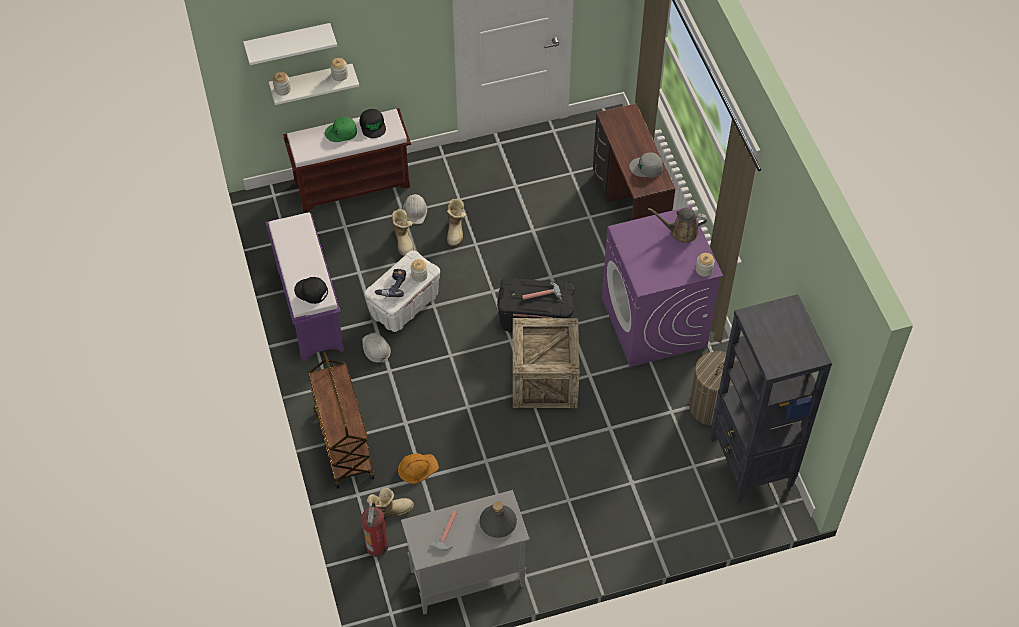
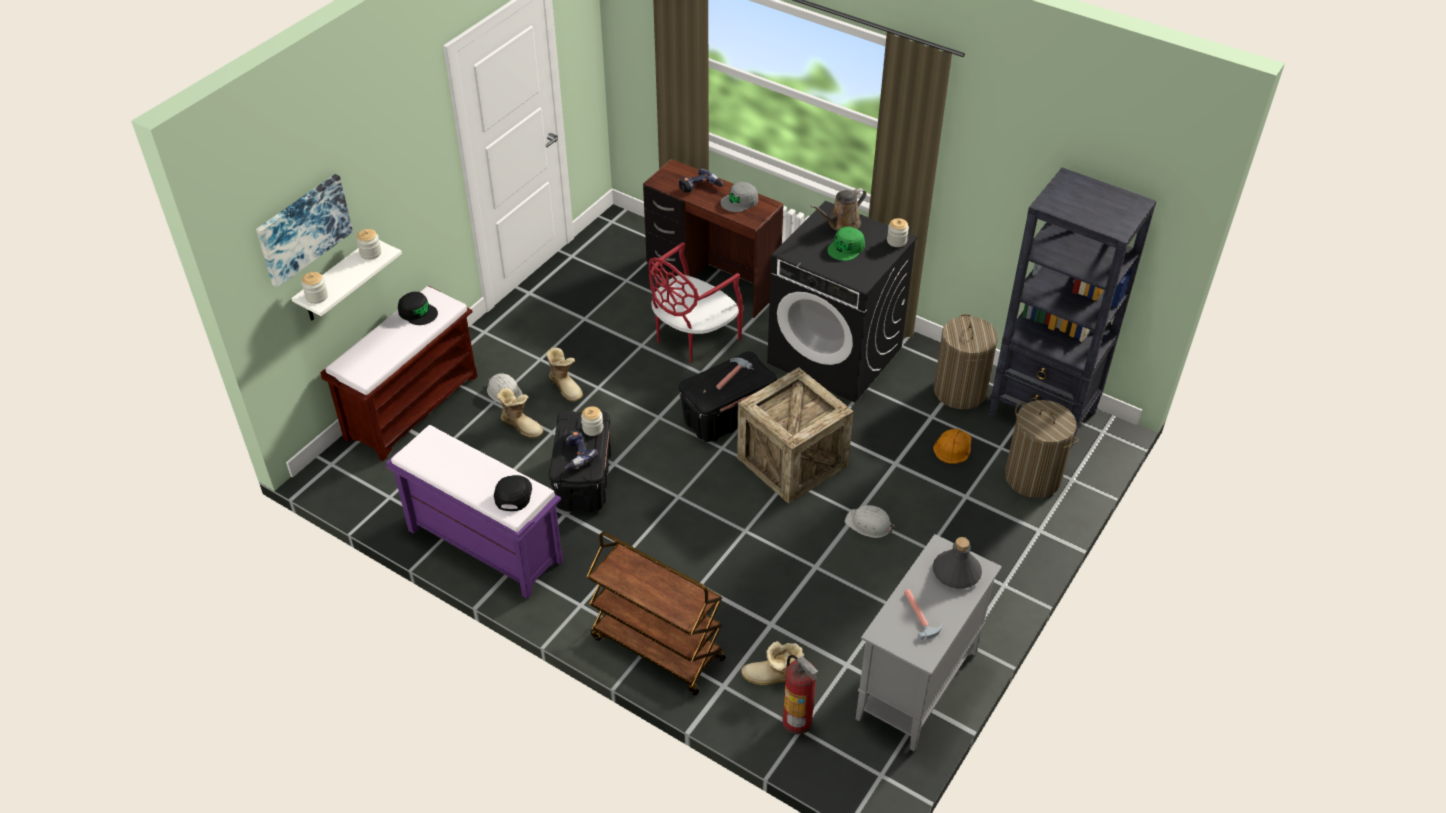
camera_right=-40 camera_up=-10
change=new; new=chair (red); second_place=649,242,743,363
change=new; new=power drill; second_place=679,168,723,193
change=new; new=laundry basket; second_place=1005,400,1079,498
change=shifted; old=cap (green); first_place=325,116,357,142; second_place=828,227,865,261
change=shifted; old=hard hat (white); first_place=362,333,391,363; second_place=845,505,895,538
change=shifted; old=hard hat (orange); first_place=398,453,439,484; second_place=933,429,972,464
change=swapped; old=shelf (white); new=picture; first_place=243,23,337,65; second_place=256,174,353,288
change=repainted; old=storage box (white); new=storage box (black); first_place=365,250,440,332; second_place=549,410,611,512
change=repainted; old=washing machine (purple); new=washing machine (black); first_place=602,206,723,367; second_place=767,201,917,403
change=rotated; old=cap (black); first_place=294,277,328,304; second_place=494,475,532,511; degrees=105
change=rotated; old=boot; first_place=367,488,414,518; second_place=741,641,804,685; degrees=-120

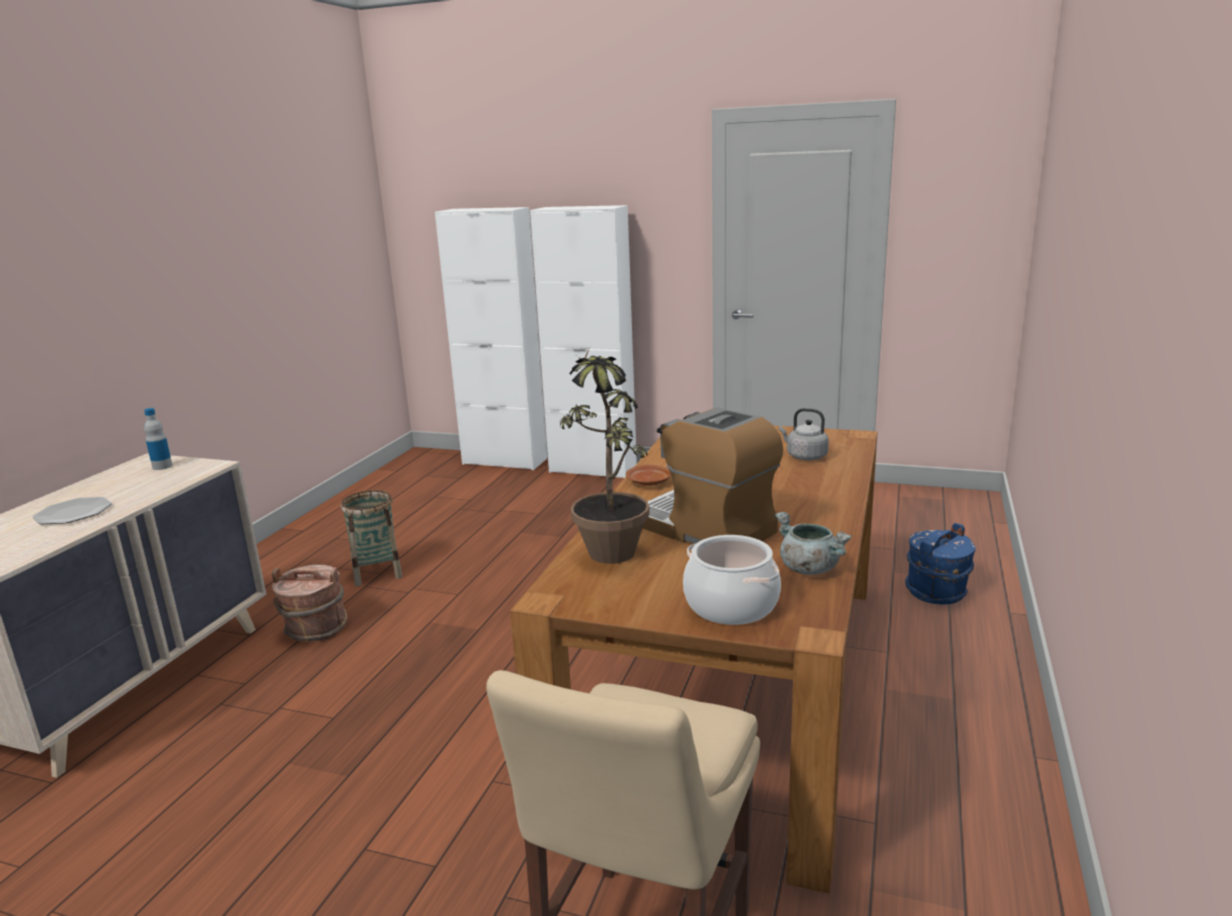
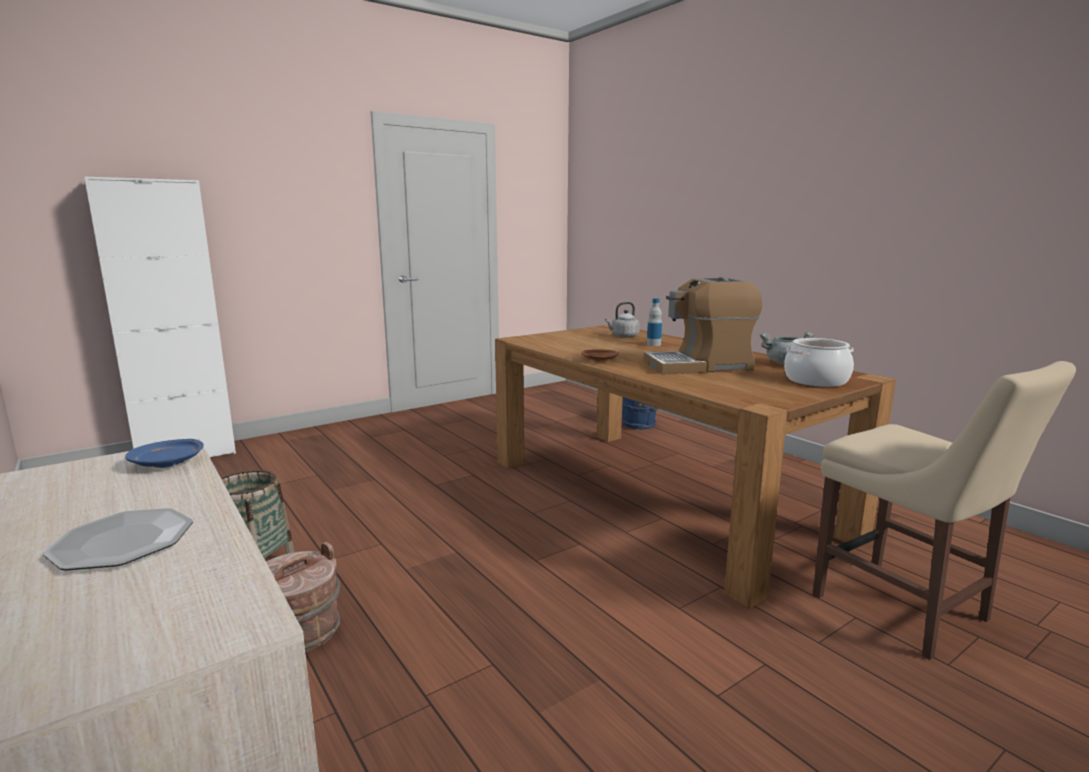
camera_right=-55 camera_up=-5
change=gone; old=cabinet (white); first_place=530,205,637,478
change=gone; old=potted plant; first_place=560,345,650,564
change=new; new=plate (blue); second_place=125,439,204,468
change=shifted; old=bottle; first_place=144,408,172,470; second_place=647,298,662,346

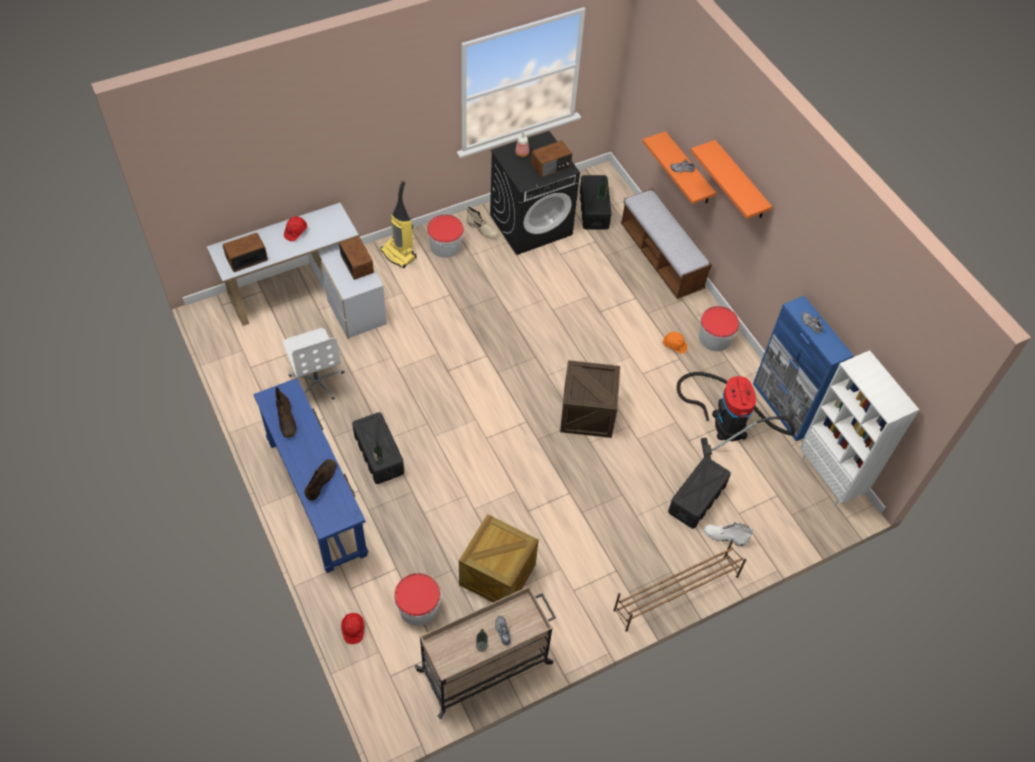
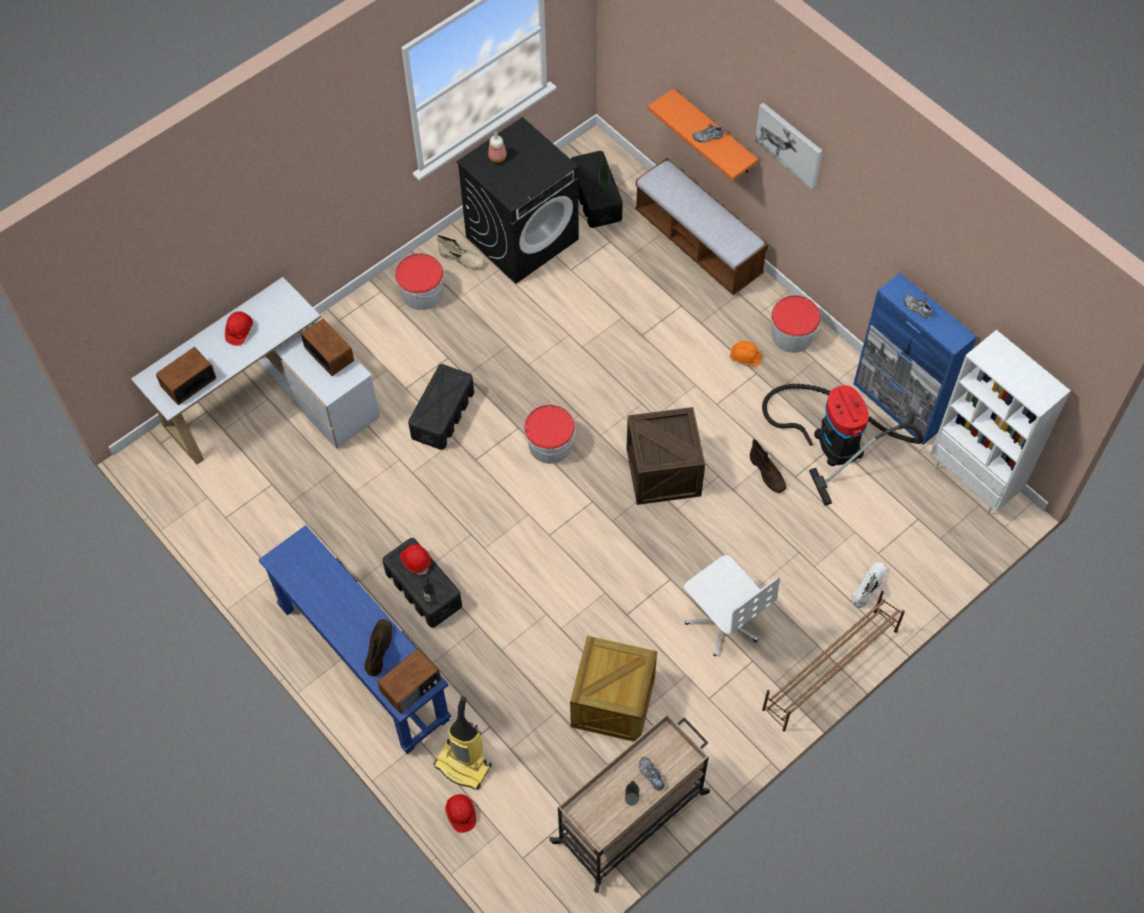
camera_right=-10 camera_up=5
change=new; new=hard hat (red); second_place=400,544,431,575
change=shifted; old=boot (brown); first_place=275,387,297,438; second_place=750,439,787,493
change=shifted; old=office chair (white); first_place=283,328,344,400; second_place=684,555,780,656
change=shifted; old=vacuum cleaner; first_place=380,181,417,268; second_place=433,696,492,790
change=shifted; old=bucket; first_place=394,573,441,626; second_place=524,405,575,464
change=shifted; old=radio; first_place=531,140,572,177; second_place=377,649,441,714
change=shifted; old=storage box (black); first_place=668,457,731,529; second_place=408,364,474,450
change=swapped; old=shelf (orange); new=picture; first_place=691,140,772,219; second_place=755,103,823,189
change=rotated; old=boot (white); first_place=704,522,753,547; second_place=852,562,887,608; degrees=120

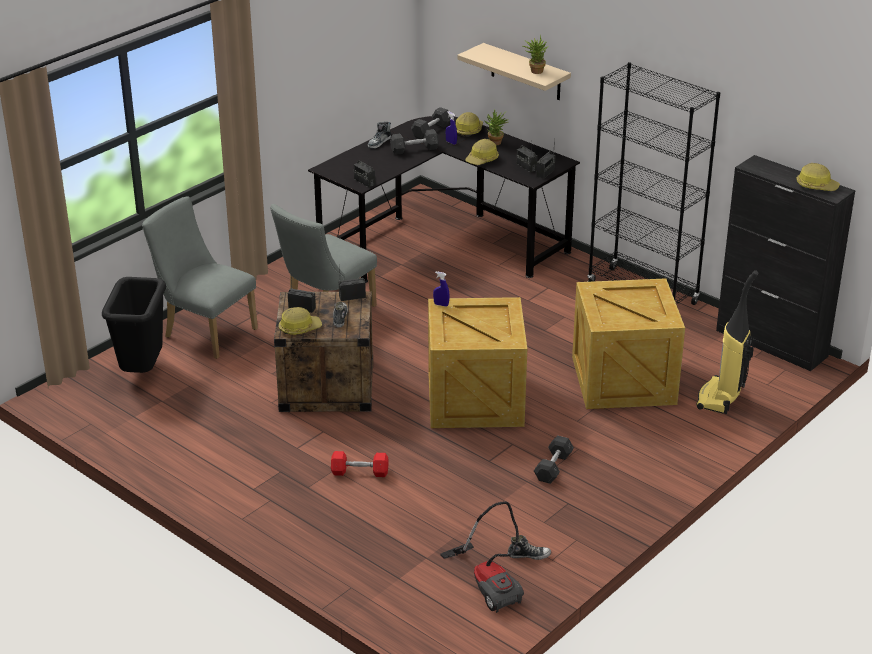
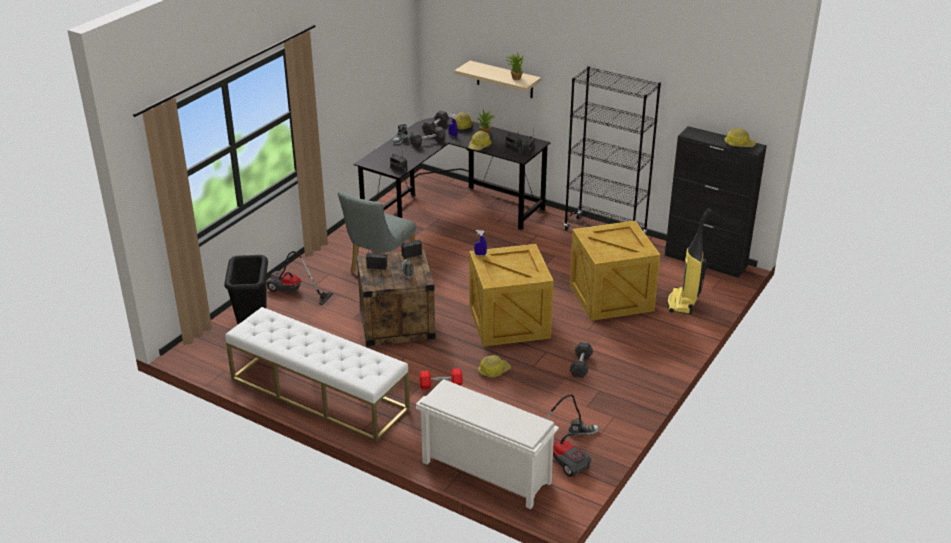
camera_right=-10 camera_up=0
change=new; new=bench (white); second_place=225,307,410,442
change=new; new=shoe rack (white); second_place=416,379,559,509
change=shifted; old=hard hat; first_place=279,307,322,335; second_place=478,355,511,377
change=swapped; old=chair (grey); new=vacuum cleaner; first_place=142,196,258,359; second_place=266,251,333,305

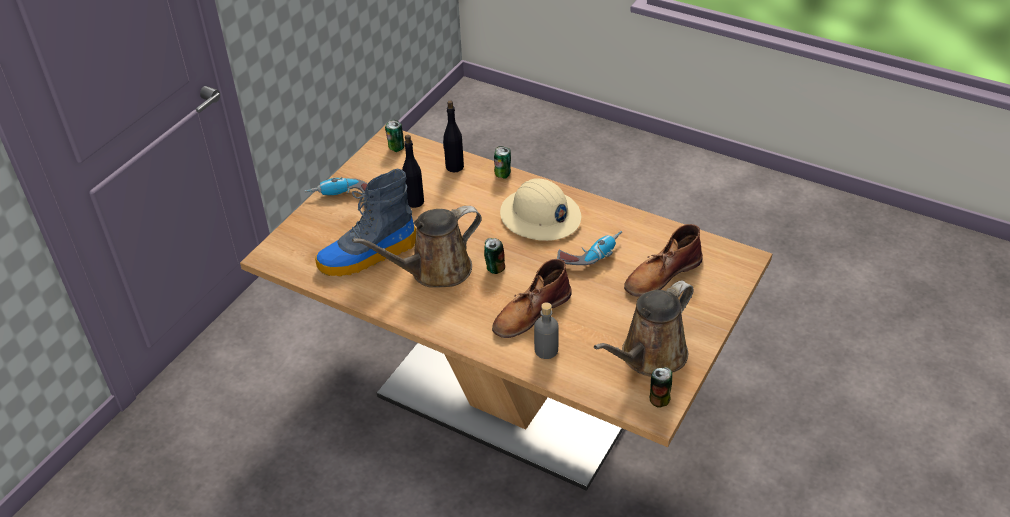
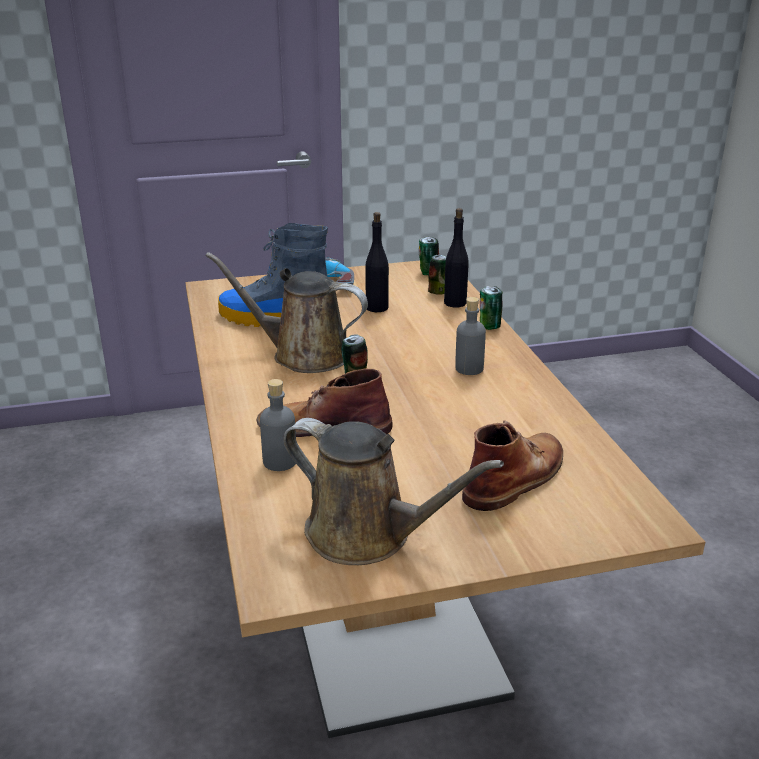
camera_right=45 camera_up=-15
change=gone; old=power drill; first_place=557,231,622,265
change=shifted; old=can; first_place=650,367,672,408; second_place=428,255,446,295
change=swapped; old=hard hat (beige); new=bottle (grey); first_place=500,178,581,241; second_place=455,297,486,375
change=rotated; old=watering can (brown); first_place=594,280,694,377; second_place=283,418,504,565; degrees=-150
change=rotated; old=boot (brown); first_place=624,224,703,297; second_place=462,420,563,511; degrees=120

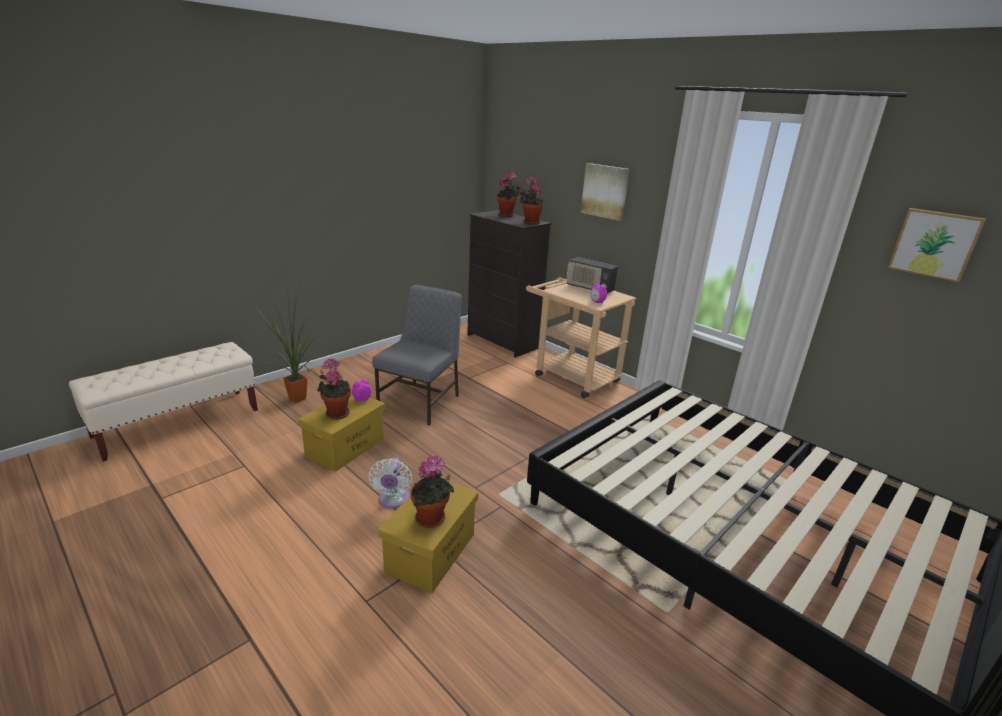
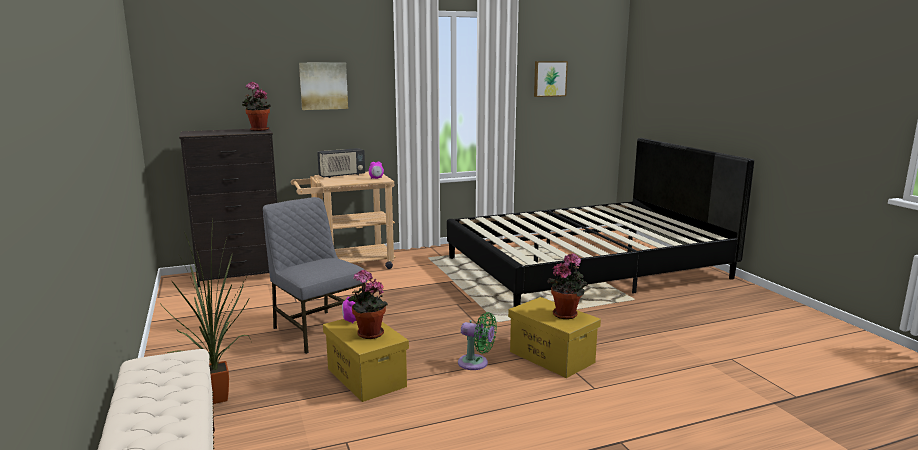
camera_right=-65 camera_up=-10
change=gone; old=potted plant; first_place=497,172,521,217
change=repainted; old=fan (white); new=fan (green); first_place=368,457,412,509; second_place=458,312,497,370

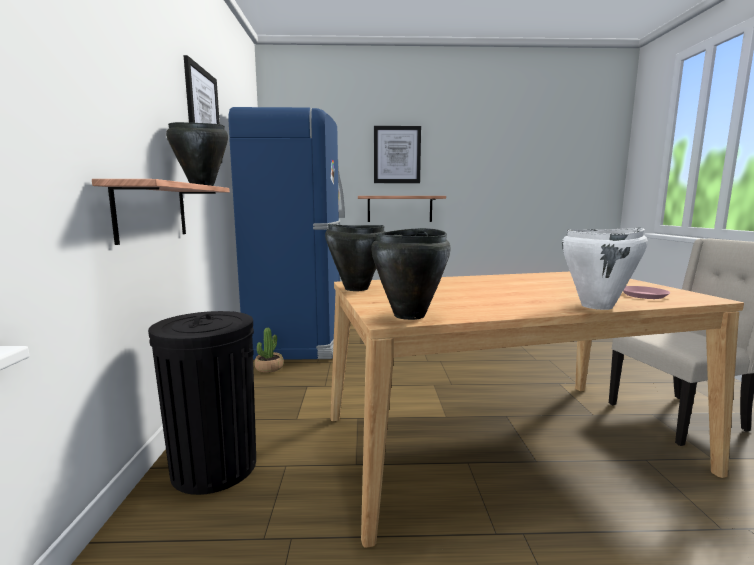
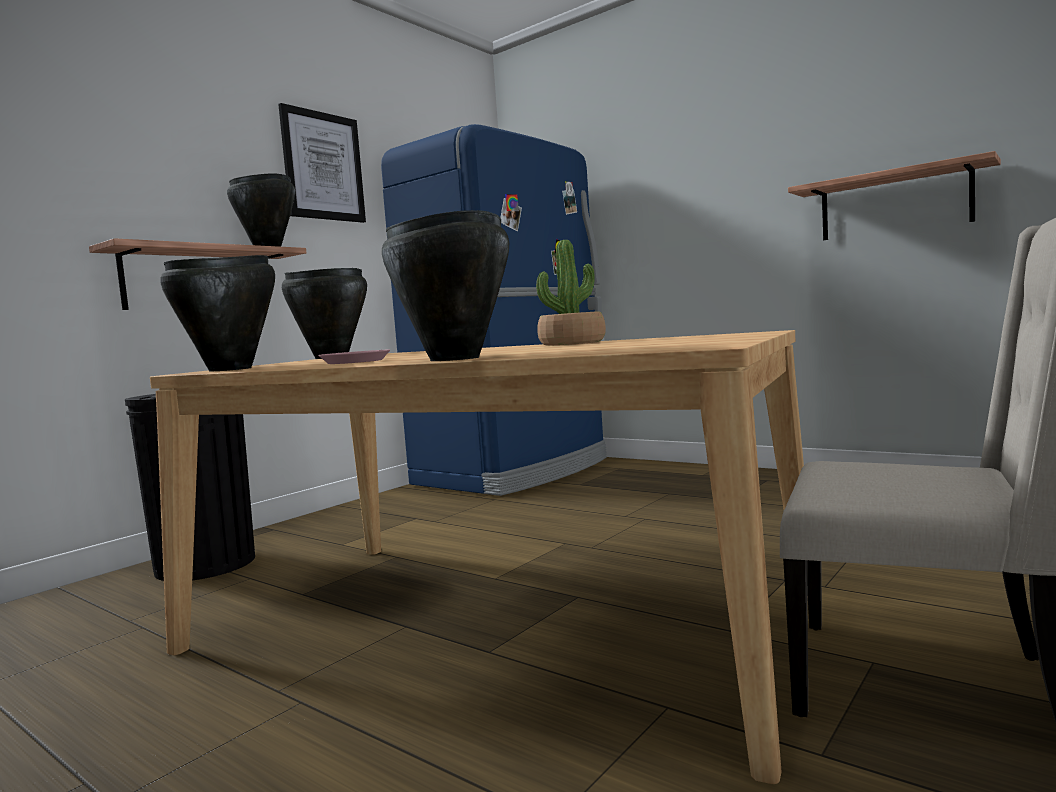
camera_right=40 camera_up=-5
change=gone; old=picture; first_place=374,126,421,183
change=shifted; old=potted plant; first_place=255,328,284,373; second_place=536,240,606,346
change=shifted; old=shelf; first_place=358,196,446,222; second_place=788,151,1001,240
change=shifted; old=plate (pink); first_place=623,286,670,299; second_place=318,350,390,364
change=repainted; old=cooking pot (white); new=cooking pot (black); first_place=562,228,648,310; second_place=382,210,509,361

